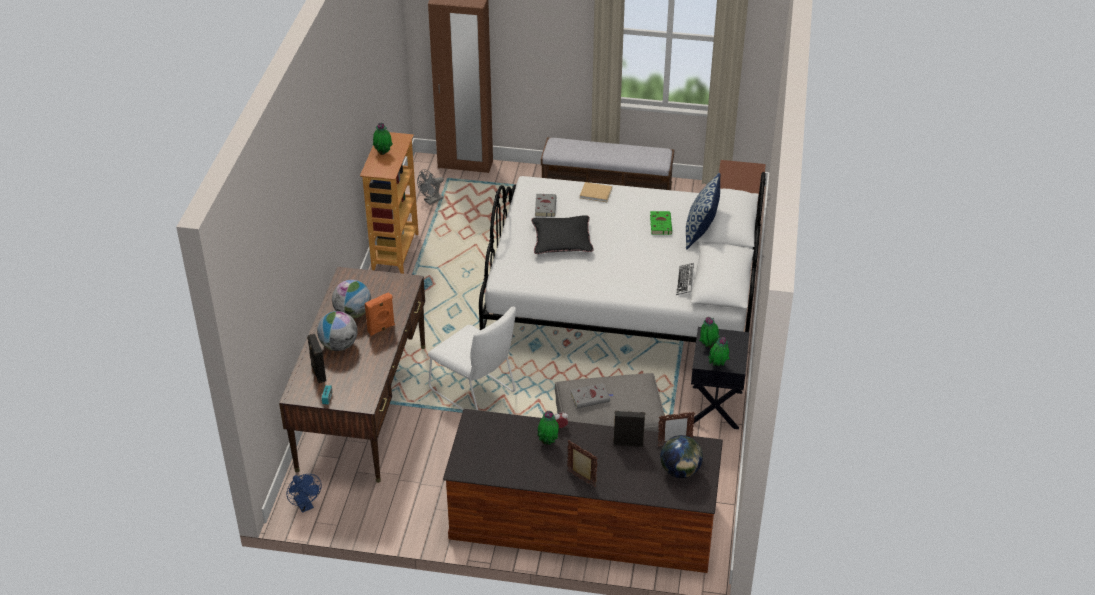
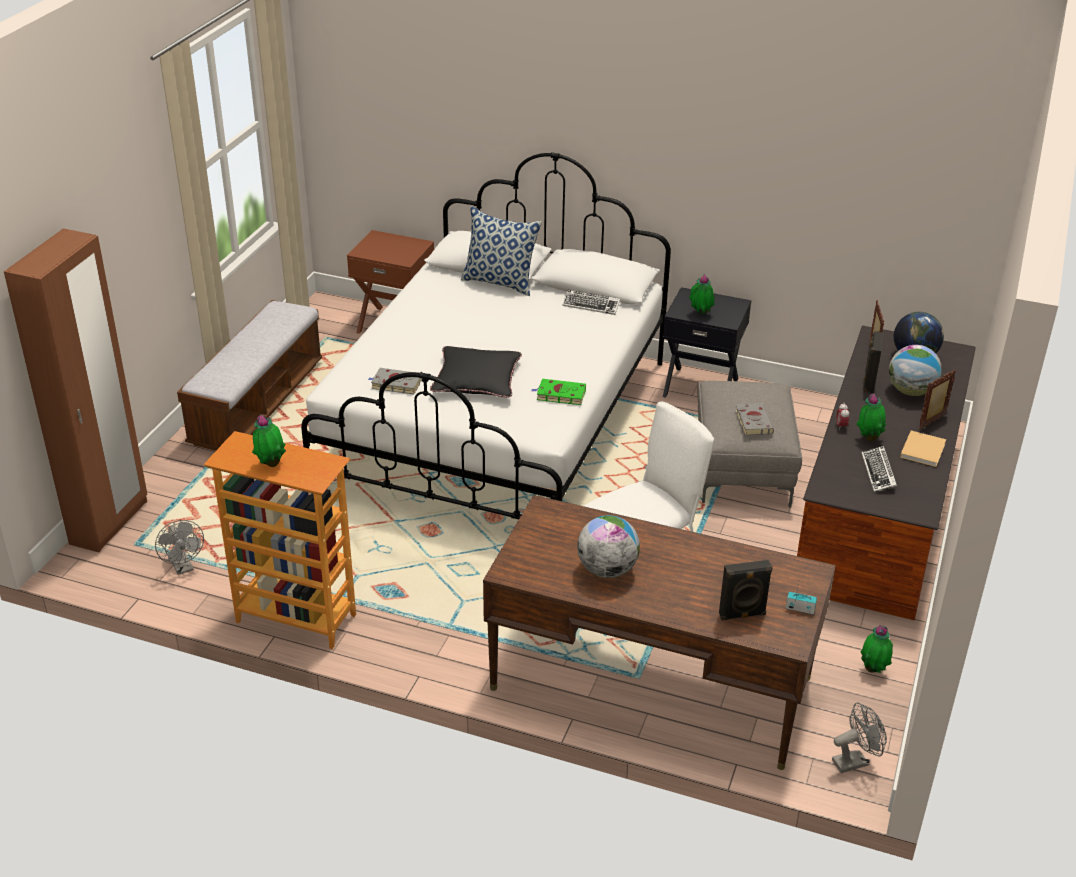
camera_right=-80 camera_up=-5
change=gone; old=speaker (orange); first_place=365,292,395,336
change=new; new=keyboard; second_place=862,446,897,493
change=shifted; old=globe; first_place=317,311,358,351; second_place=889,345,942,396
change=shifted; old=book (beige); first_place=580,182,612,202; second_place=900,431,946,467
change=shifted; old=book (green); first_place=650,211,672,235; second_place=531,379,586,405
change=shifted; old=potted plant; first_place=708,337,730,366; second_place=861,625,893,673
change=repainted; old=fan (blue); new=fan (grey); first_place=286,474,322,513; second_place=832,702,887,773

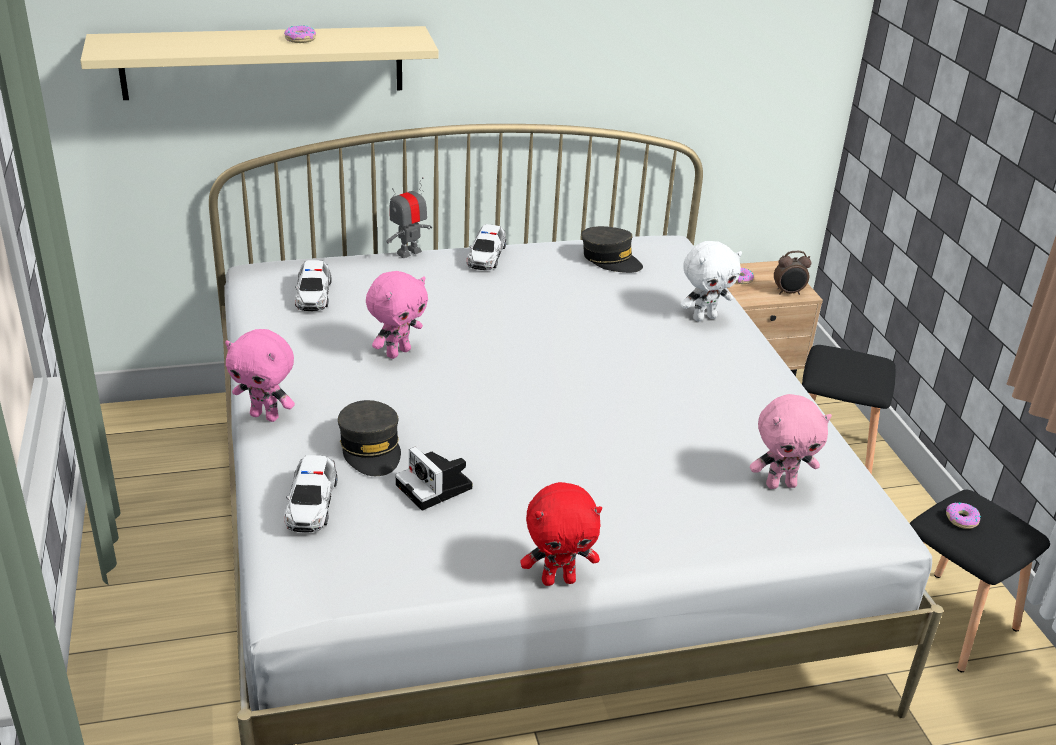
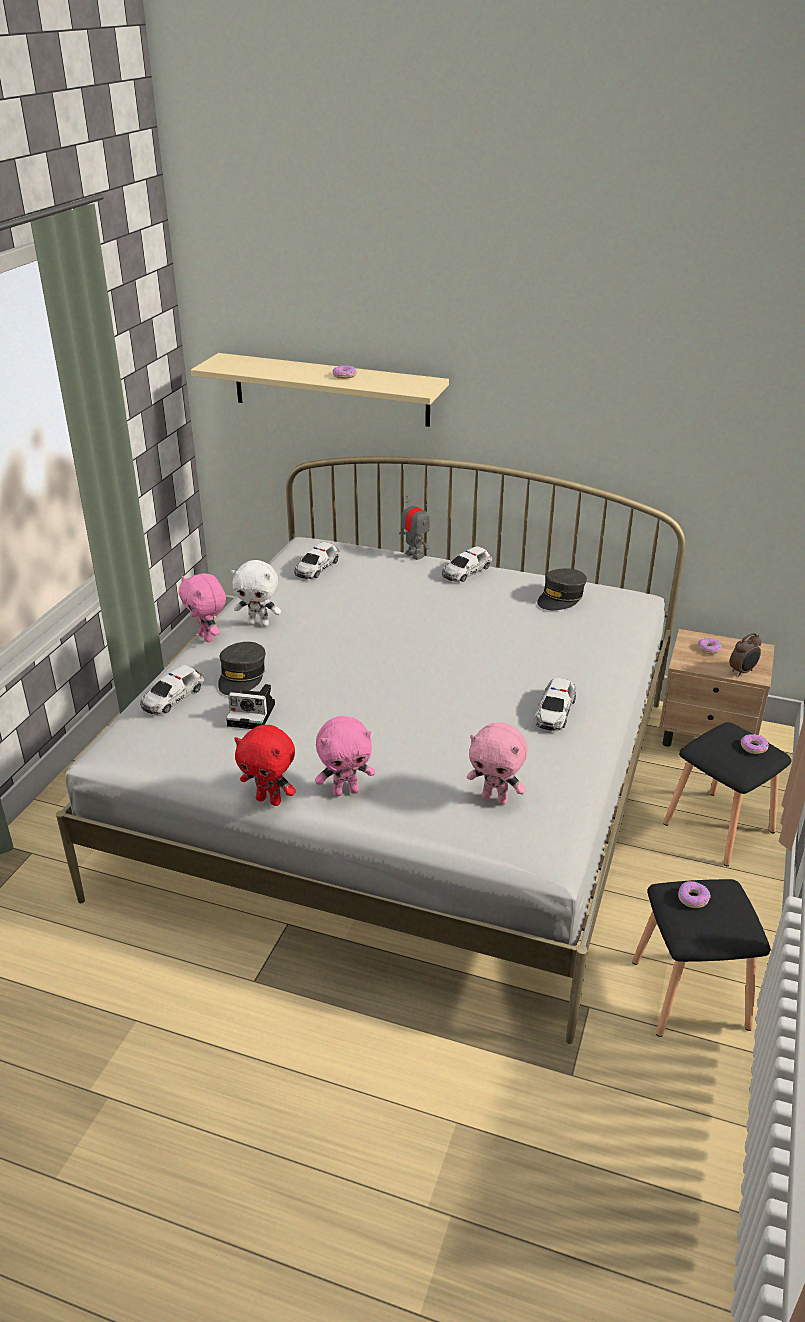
camera_right=35 camera_up=0
change=new; new=toy car; second_place=535,678,576,731
change=new; new=donut; second_place=741,734,769,754
change=shifted; old=plush toy (pink); first_place=366,271,428,359; second_place=315,716,375,796
change=shifted; old=plush toy (white); first_place=680,241,742,321; second_place=231,560,281,627
change=rotated; old=toy robot; first_place=386,177,432,258; second_place=399,496,430,560; degrees=60
change=rotated; old=photo camera; first_place=395,447,472,510; second_place=226,684,275,729; degrees=-75
change=rotated; old=cap (grey); first_place=582,226,643,273; second_place=537,568,587,610; degrees=60
change=rotated; old=alarm clock; first_place=774,251,812,295; second_place=730,633,762,677; degrees=-60

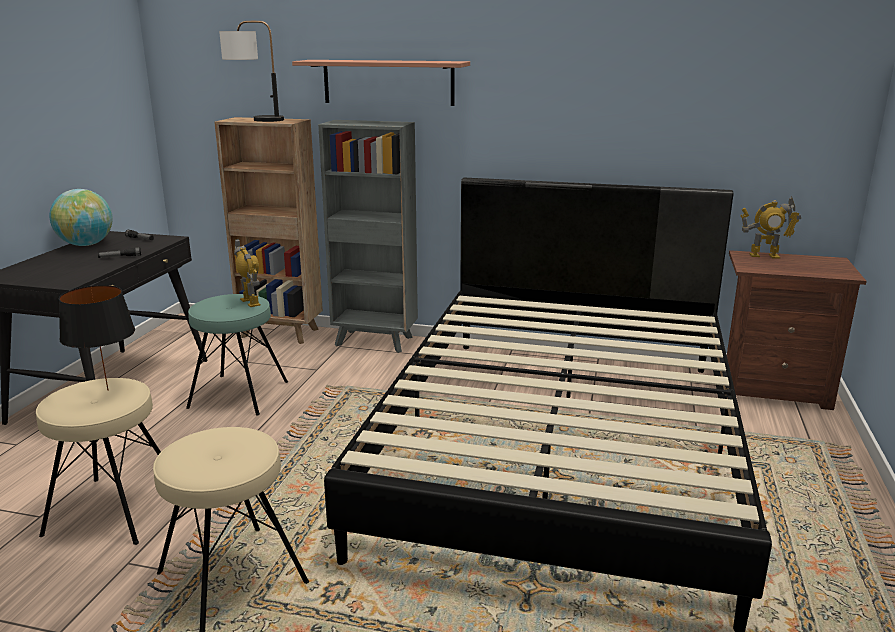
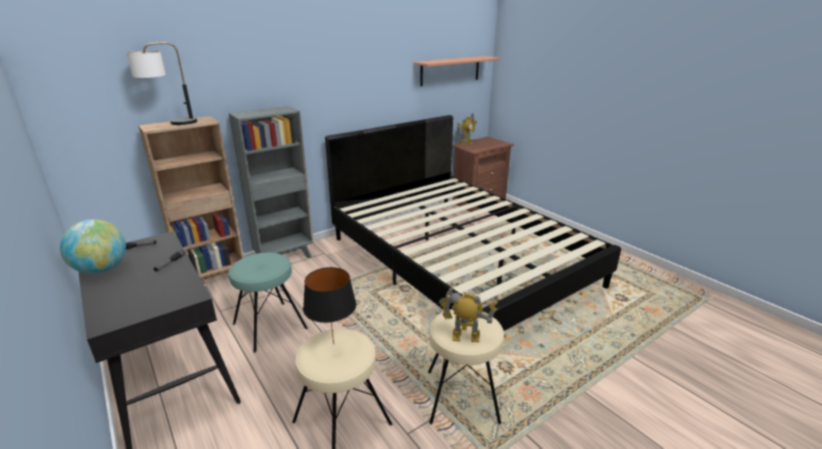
camera_right=-50 camera_up=5
change=shifted; old=toy robot; first_place=234,239,261,307; second_place=439,287,498,342
change=shifted; old=shelf; first_place=292,60,470,106; second_place=413,56,500,86

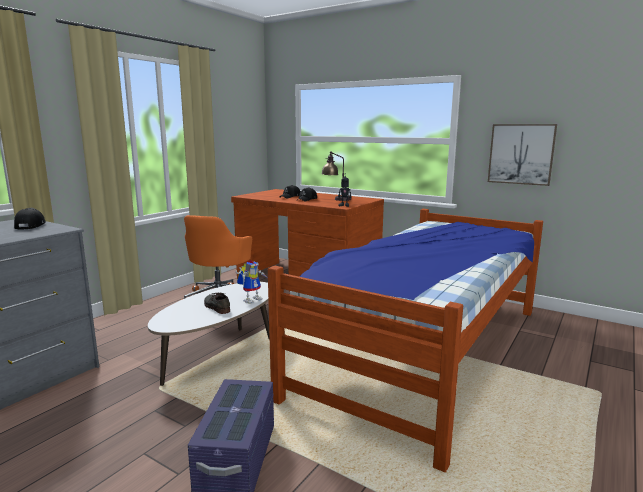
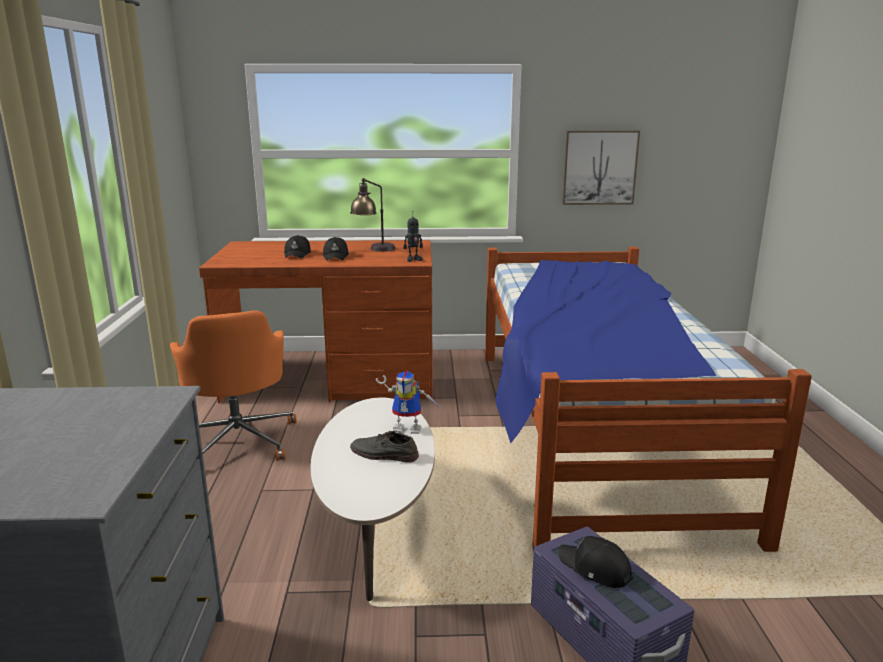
camera_right=-35 camera_up=5
change=shifted; old=cap (black); first_place=14,208,46,230; second_place=559,536,633,588
change=rotated; old=toy robot; first_place=236,260,268,304; second_place=376,370,440,434; degrees=90

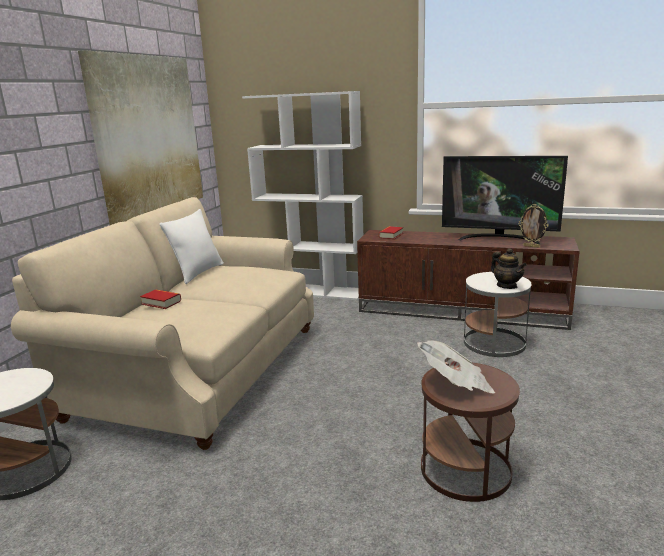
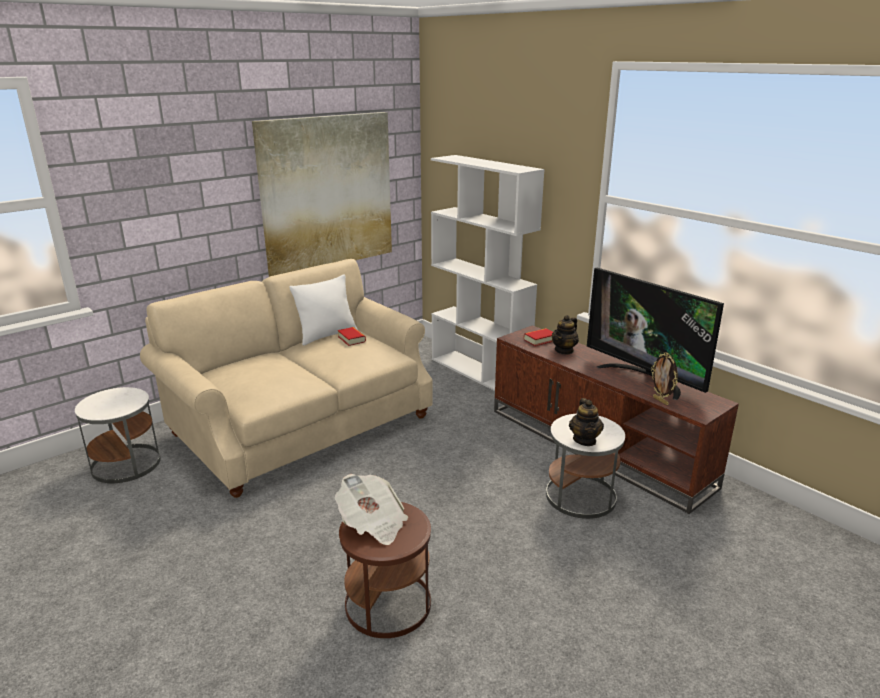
camera_right=30 camera_up=5
change=new; new=teapot; second_place=552,315,579,355
change=shifted; old=book; first_place=140,289,181,309; second_place=338,327,366,346

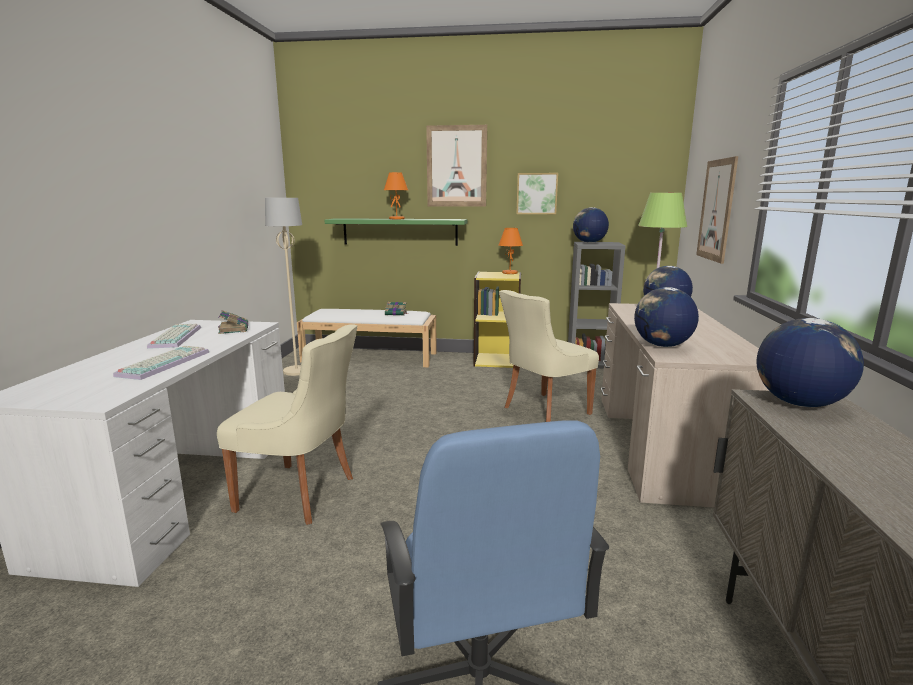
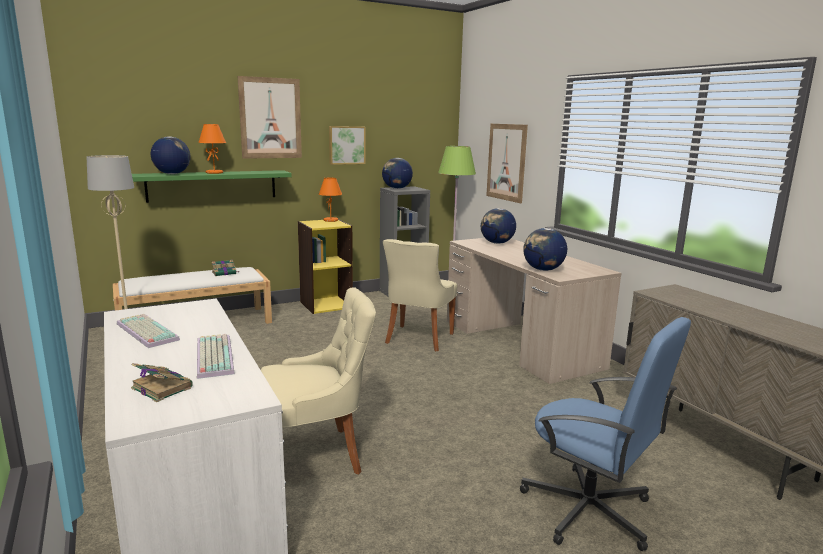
camera_right=-35 camera_up=0
change=shifted; old=book; first_place=218,310,248,334; second_place=131,363,193,402
change=shifted; old=globe; first_place=757,318,864,407; second_place=151,136,191,174

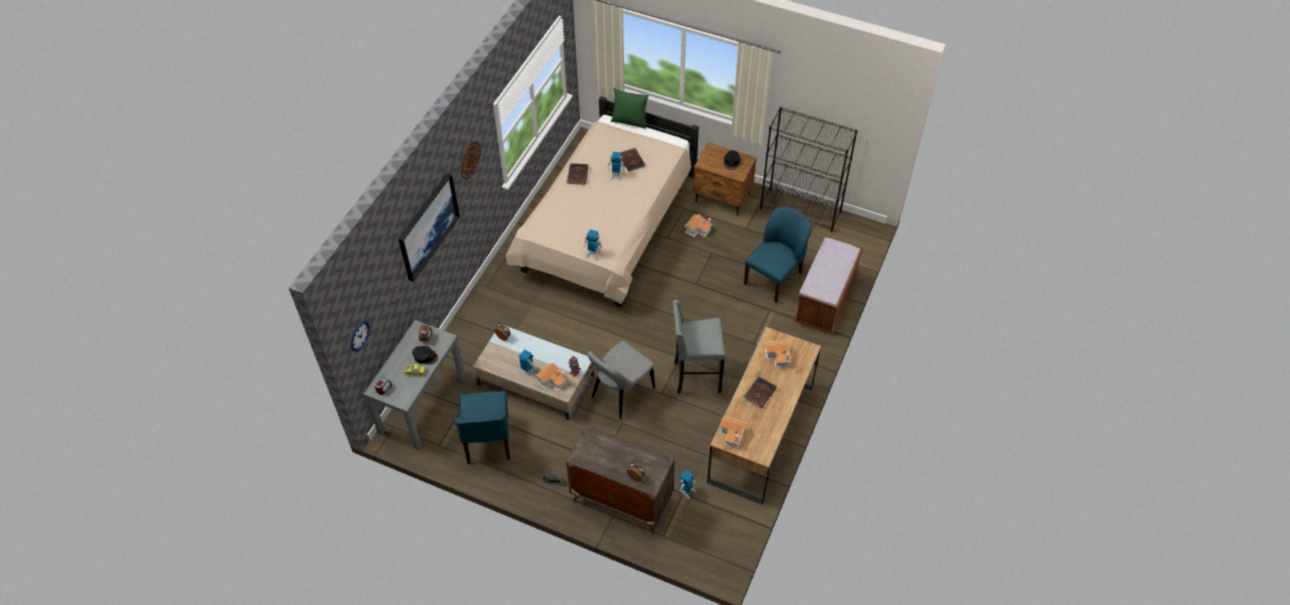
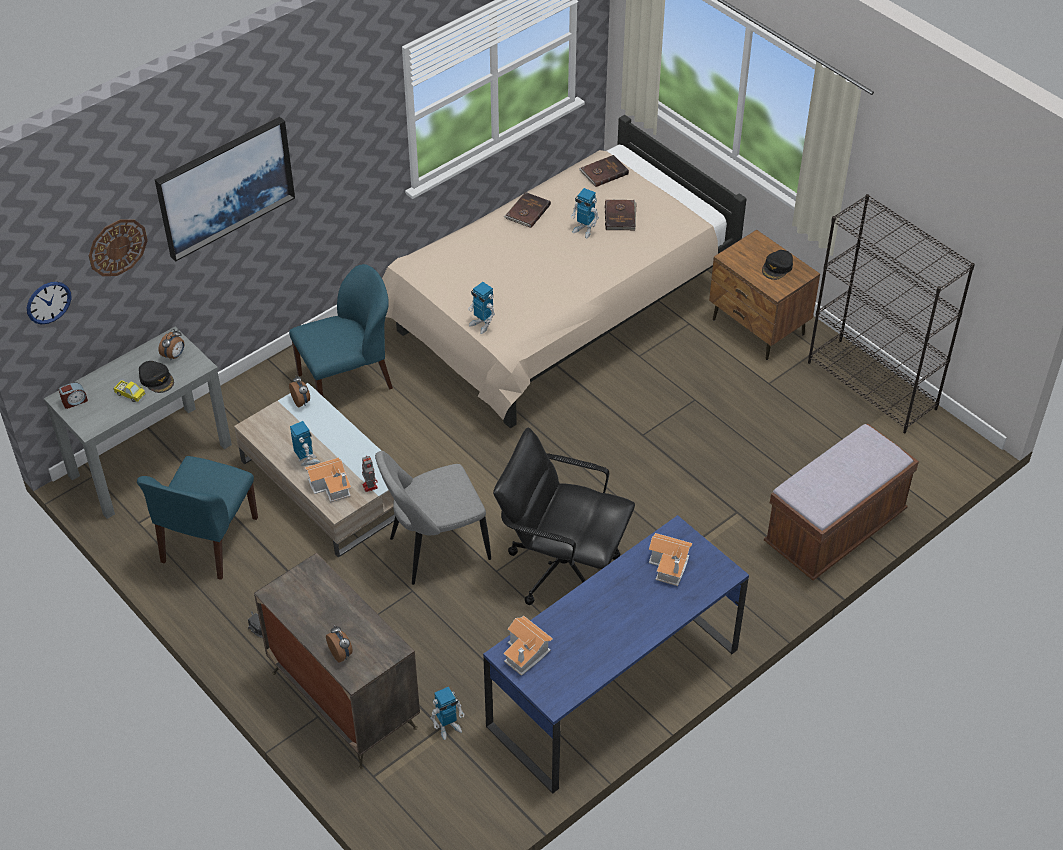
camera_right=25 camera_up=-5
change=gone; old=pillow (green); first_place=611,88,649,129
change=gone; old=toy house; first_place=684,214,713,237
change=shifted; old=wall clock; first_place=460,141,481,180; second_place=89,219,148,276
change=shifted; old=book (brown); first_place=742,377,777,408; second_place=579,155,629,187
change=shifted; old=chair (blue); first_place=744,206,812,303; second_place=289,264,393,396
change=swapped; old=stool (grey); new=office chair (black); first_place=673,300,725,394; second_place=493,427,635,605
change=repainted; old=desk (brown); new=desk (blue); first_place=707,327,821,505; second_place=483,515,749,794

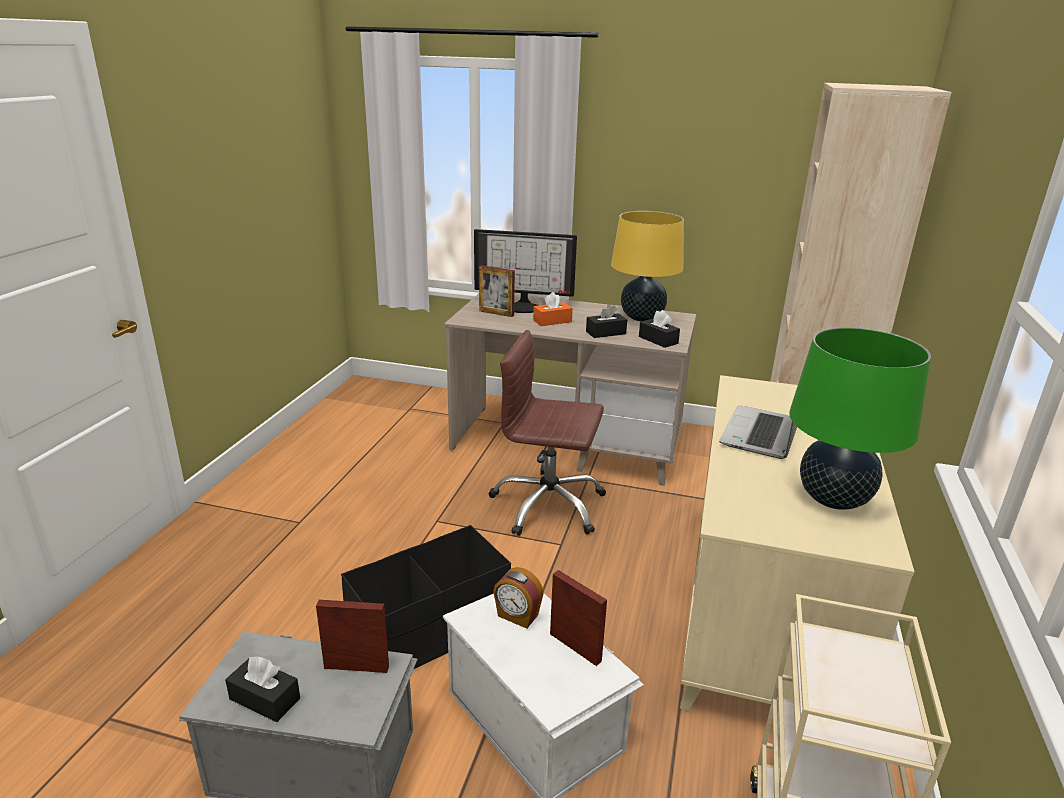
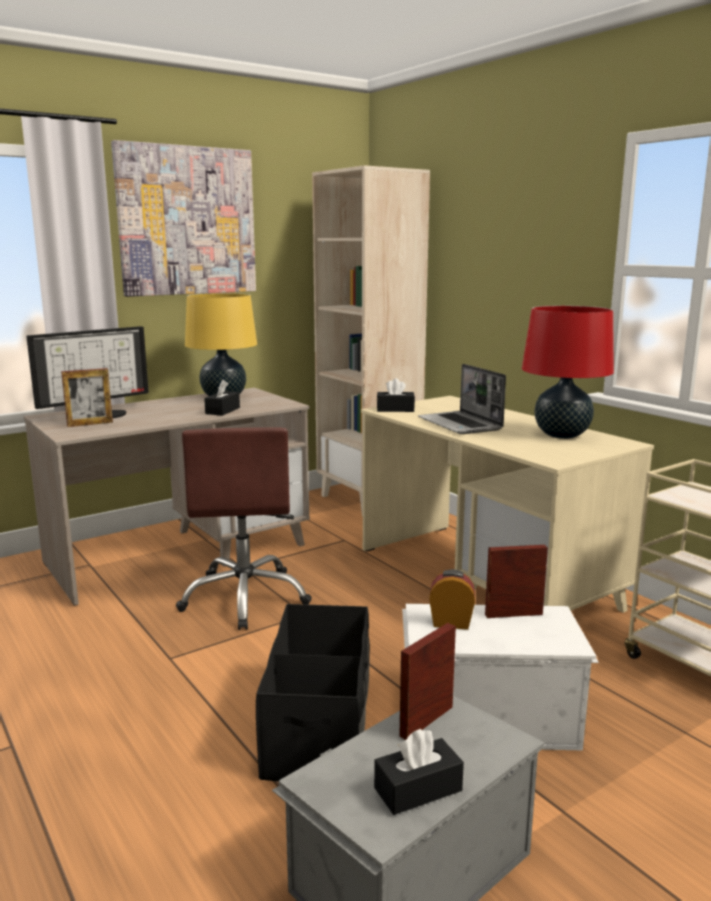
camera_right=-50 camera_up=-10
change=gone; old=tissue box (orange); first_place=533,292,573,326
change=new; new=picture; second_place=111,140,256,297
change=shifted; old=tissue box (black); first_place=639,310,680,348; second_place=377,378,415,412
change=repainted; old=table lamp (green); new=table lamp (red); first_place=789,327,931,510; second_place=522,306,614,439
change=rotated; old=office chair (brown); first_place=489,330,606,536; second_place=176,427,312,630; degrees=-60
change=rotated; old=alarm clock; first_place=493,567,543,629; second_place=429,569,475,630; degrees=-150

